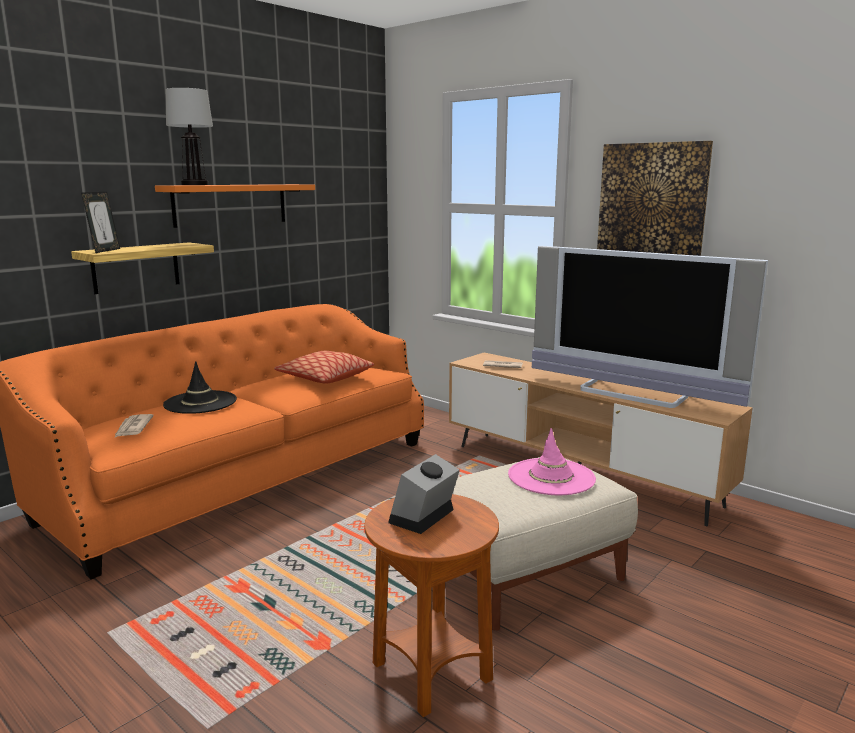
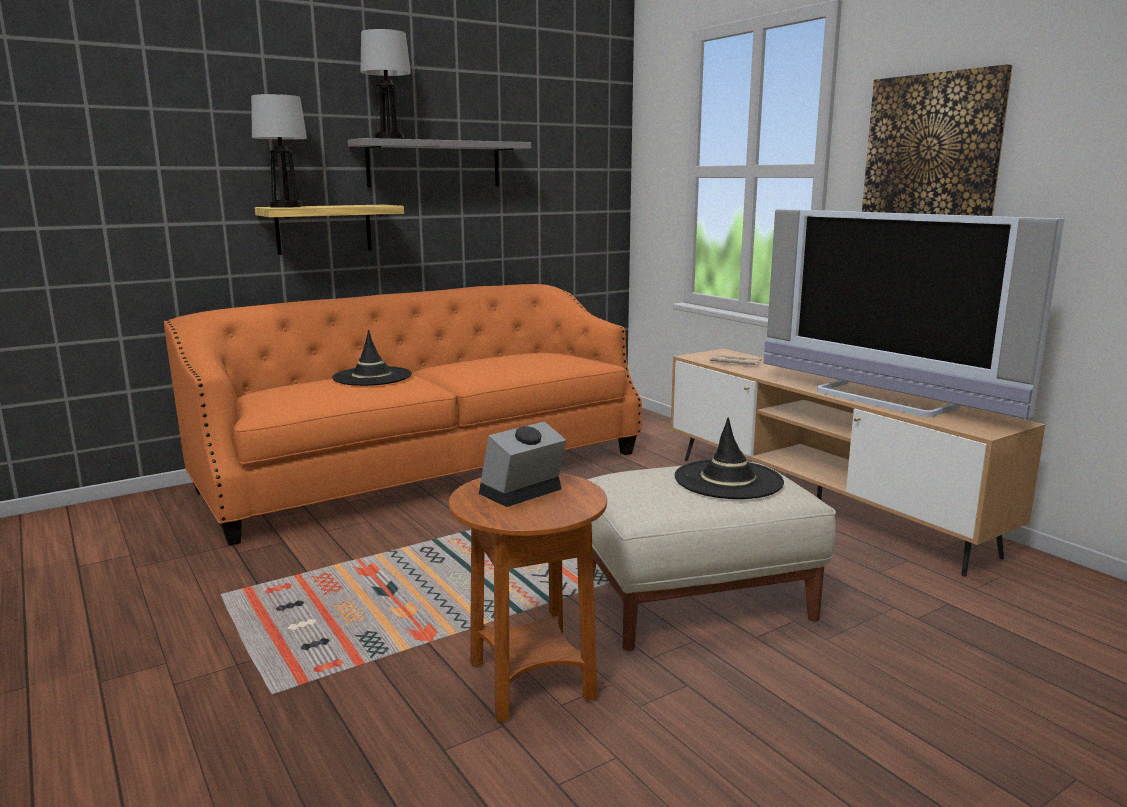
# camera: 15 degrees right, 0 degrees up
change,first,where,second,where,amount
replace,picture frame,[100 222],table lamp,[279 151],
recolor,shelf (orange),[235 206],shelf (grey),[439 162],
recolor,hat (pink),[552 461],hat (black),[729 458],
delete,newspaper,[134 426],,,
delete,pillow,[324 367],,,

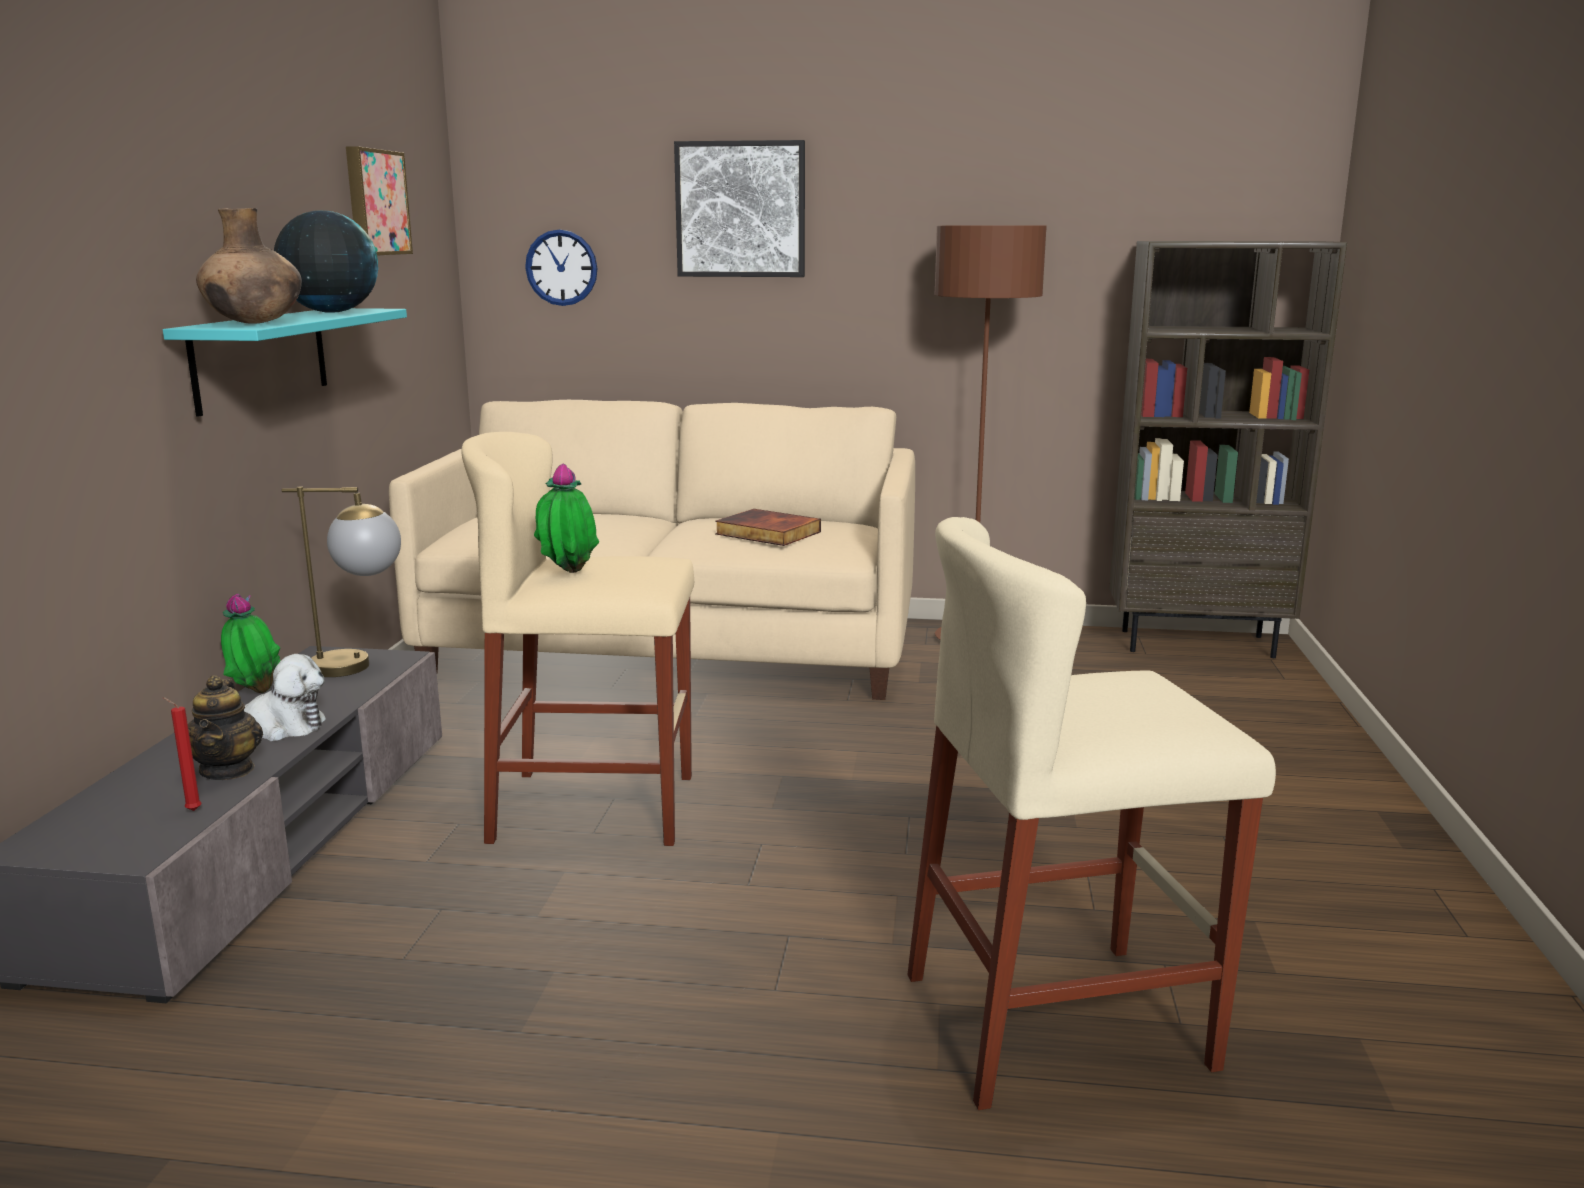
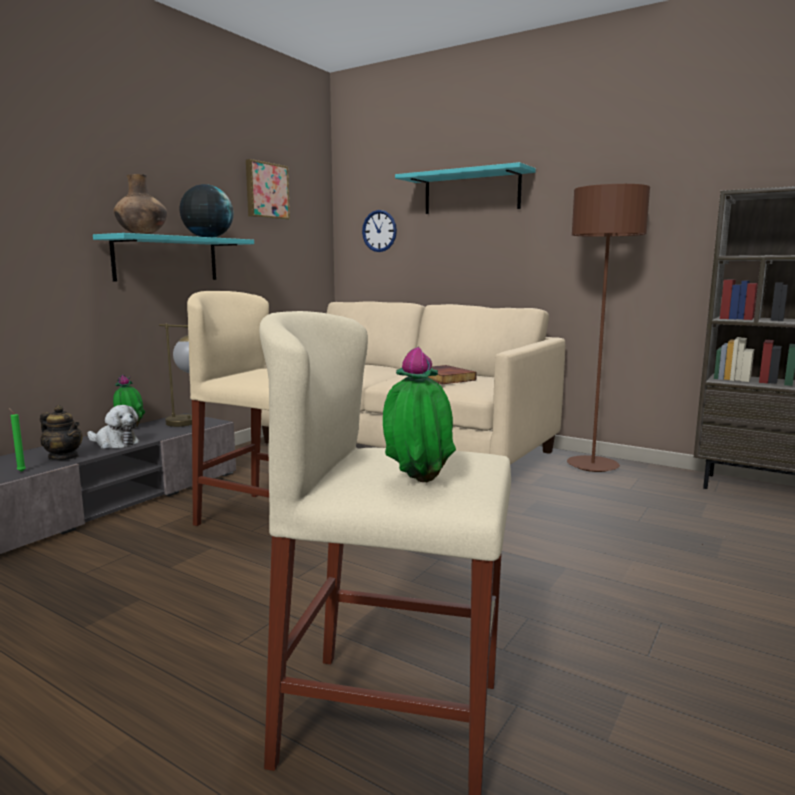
# camera: 25 degrees right, 5 degrees down
change,first,where,second,where,amount
recolor,candle (red),[181 754],candle (green),[17 440],
rotate,teapot,[225 727],,[61 432],75 degrees counterclockwise
move,potted plant,[566 518],,[419 414],
replace,picture,[739 208],shelf (turquoise),[465 188],

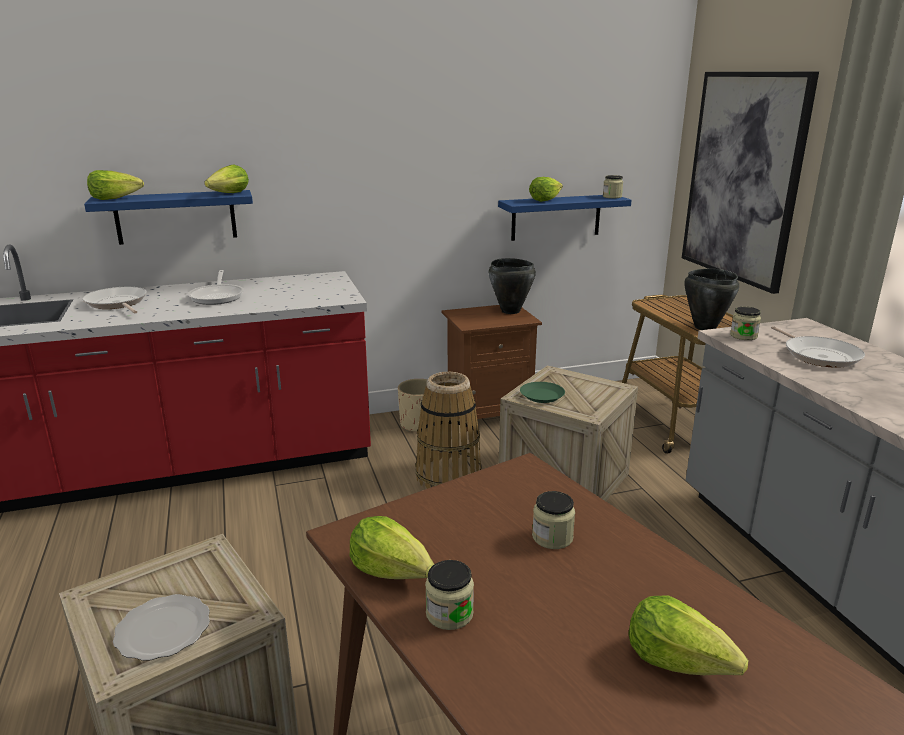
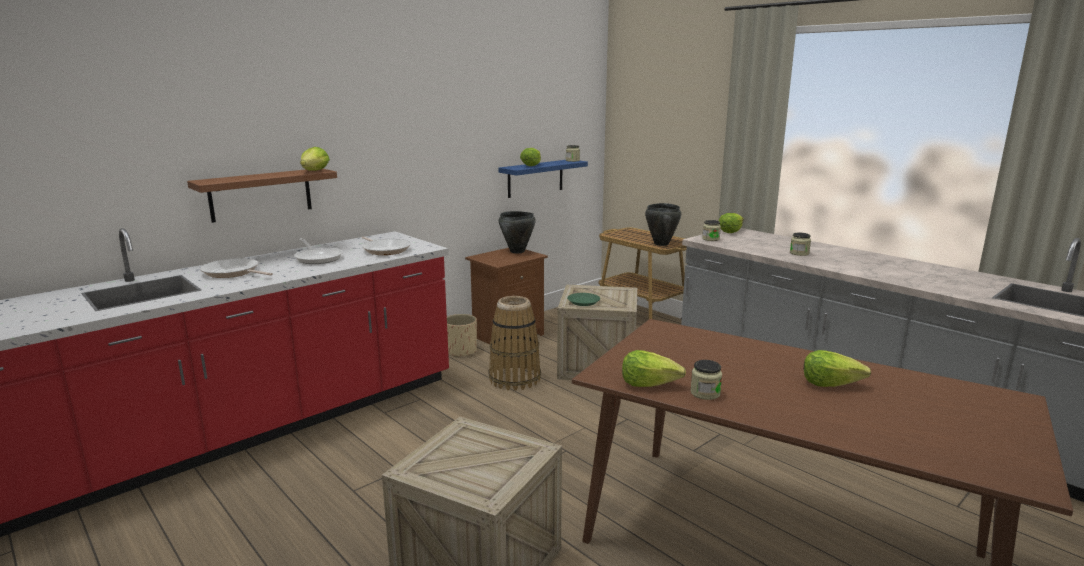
# camera: 25 degrees left, 5 degrees down
change,first,where,second,where,amount
recolor,shelf (blue),[168 217],shelf (brown),[262 196],
move,frying pan,[818 347],,[386 246],
move,lettuce,[115 185],,[731 223],
move,jar,[553 520],,[800 244],
delete,plate,[161 627],,,
delete,picture,[750 183],,,

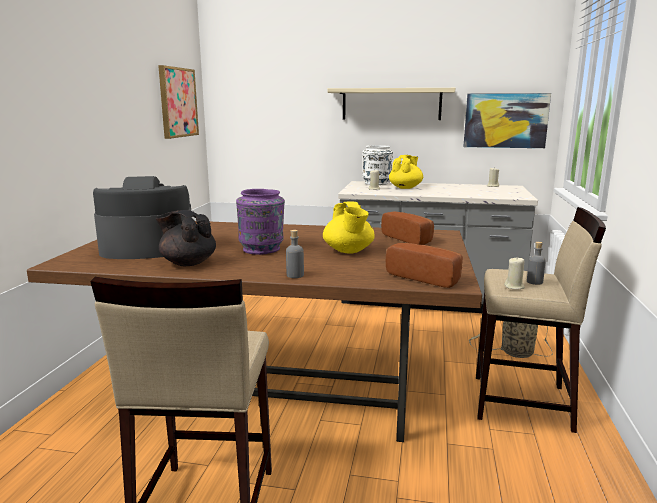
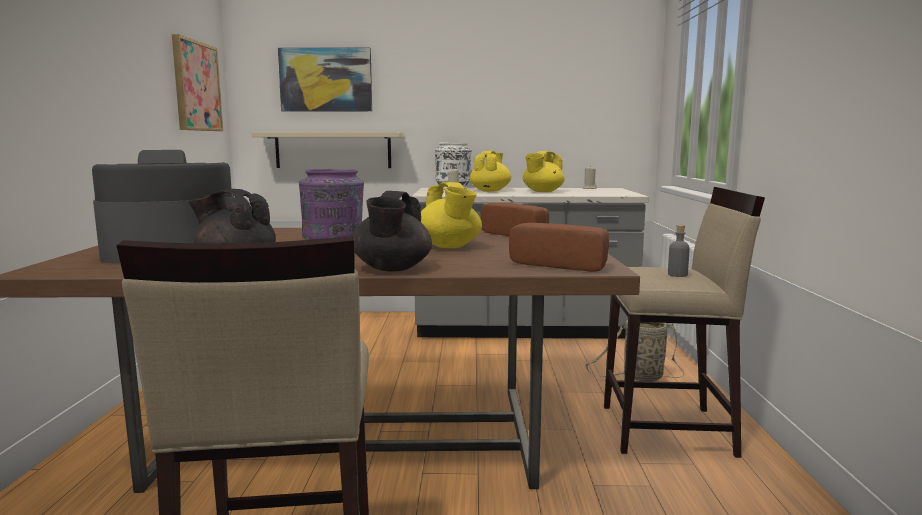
# camera: 10 degrees left, 5 degrees down
change,first,where,second,where,amount
move,shelf (beige),[391 104],,[327 150],
move,picture,[507 120],,[325 79],
replace,bottle (grey),[295 254],teapot (black),[392 231],
insert,,,teapot (yellow),[544 171],
delete,candle (beige),[514 273],,,

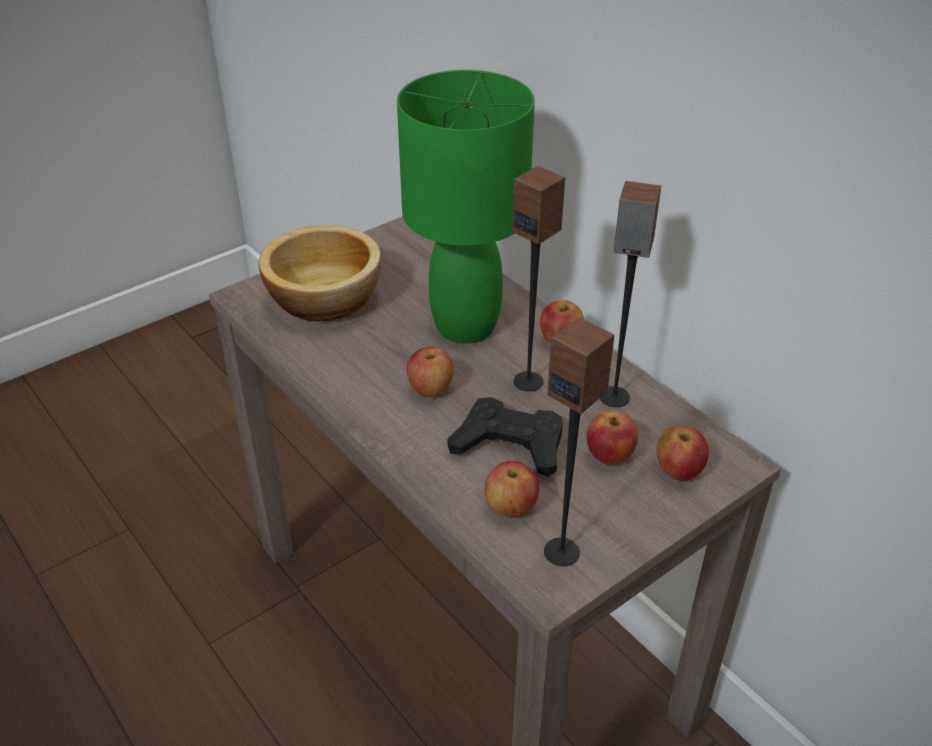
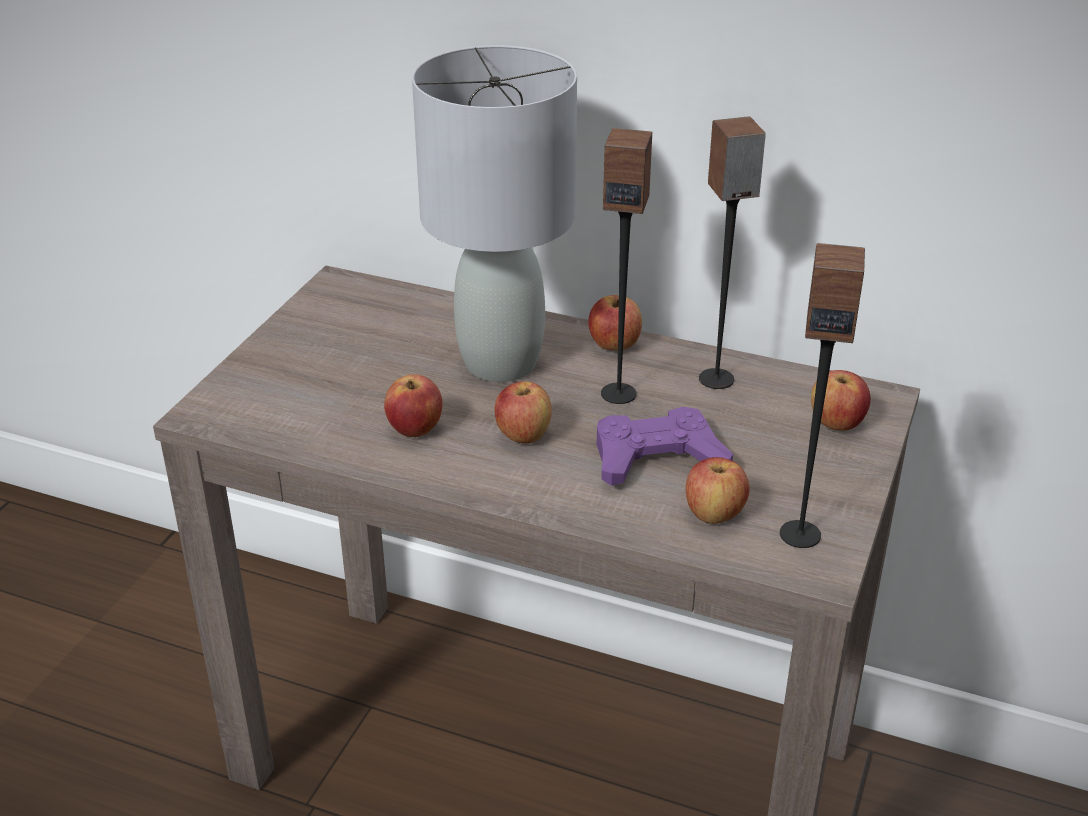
# camera: 30 degrees left, 5 degrees down
change,first,where,second,where,amount
move,apple,[612 437],,[413 405],
recolor,table lamp (green),[466 207],table lamp (grey),[494 213],
recolor,game controller (black),[505 437],game controller (purple),[665 446],
delete,bowl,[320 273],,,

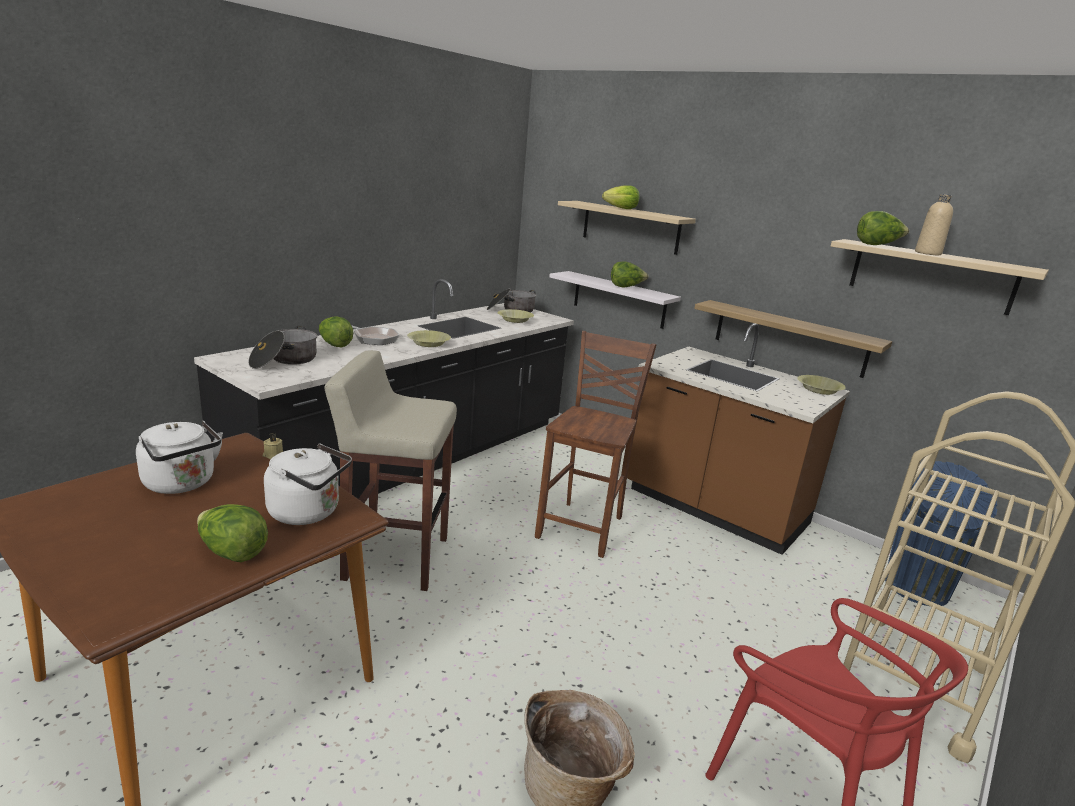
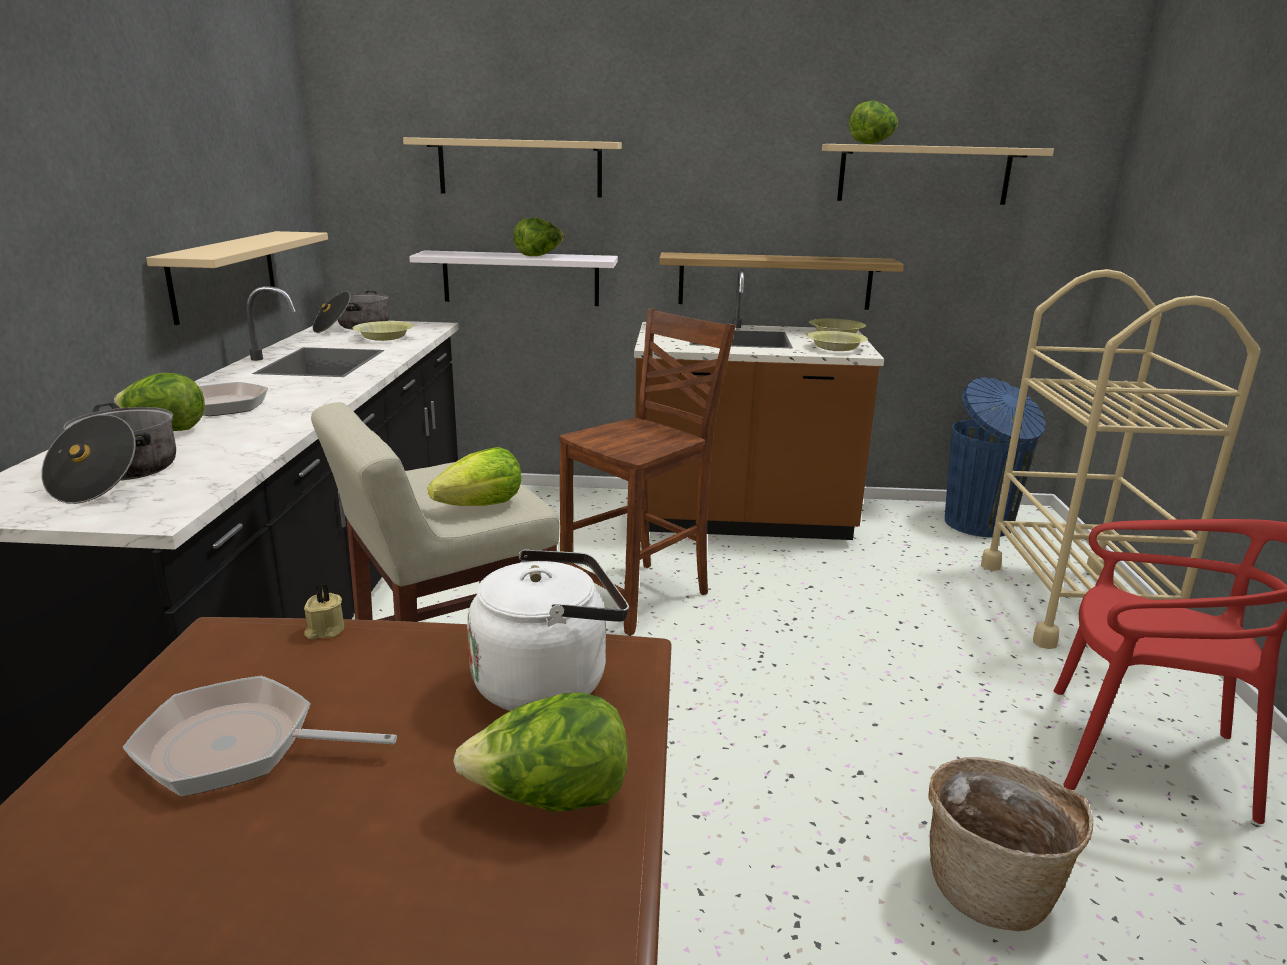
# camera: 35 degrees left, 0 degrees up
change,first,where,second,where,amount
replace,kettle (white),[179 457],frying pan,[260 736],
insert,,,shelf (beige),[237 278],
move,lettuce,[621 197],,[475 476],
rotate,chair (brown),[595 444],,[647 472],60 degrees clockwise
move,bowl (yellow),[429 338],,[837 341],
delete,bottle (beige),[934 224],,,

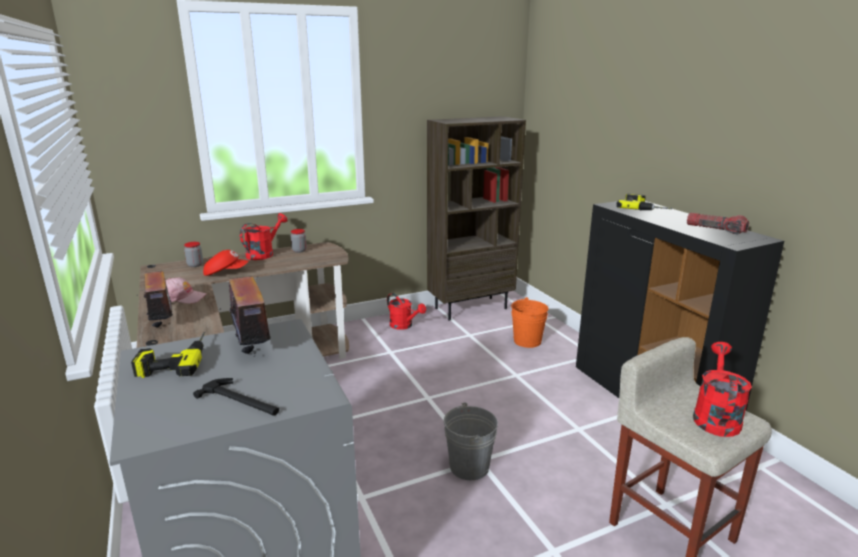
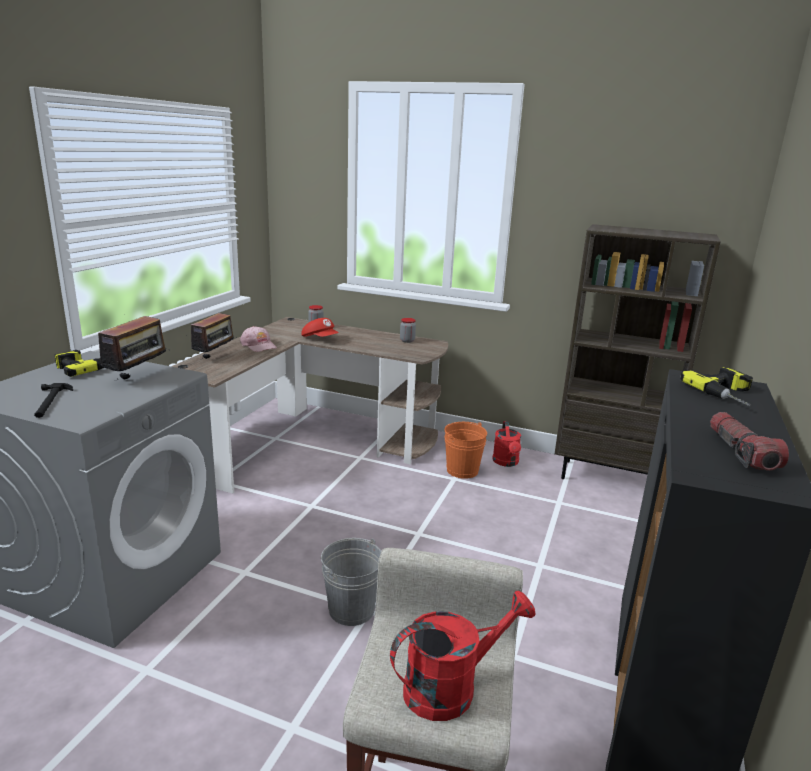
# camera: 45 degrees right, 0 degrees up
change,first,where,second,where,amount
move,bucket (orange),[529 322],,[465 450],
delete,watering can (red),[263 236],,,

